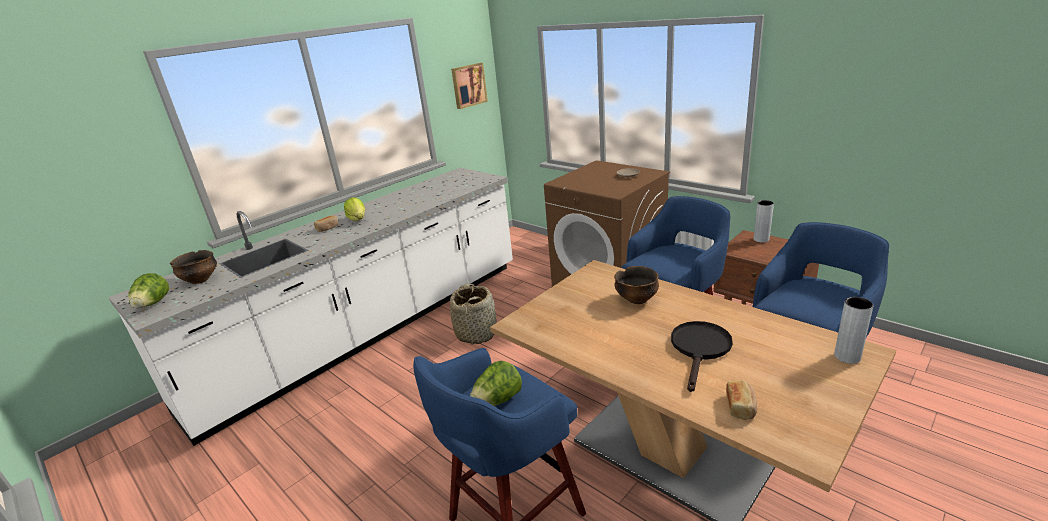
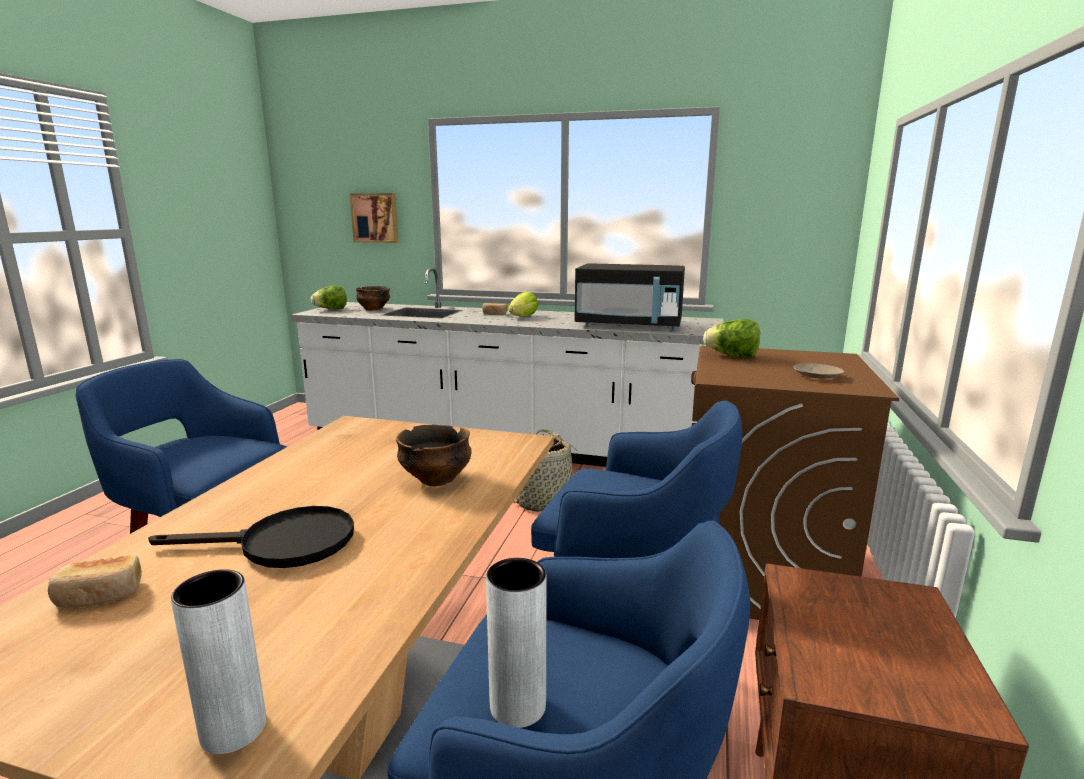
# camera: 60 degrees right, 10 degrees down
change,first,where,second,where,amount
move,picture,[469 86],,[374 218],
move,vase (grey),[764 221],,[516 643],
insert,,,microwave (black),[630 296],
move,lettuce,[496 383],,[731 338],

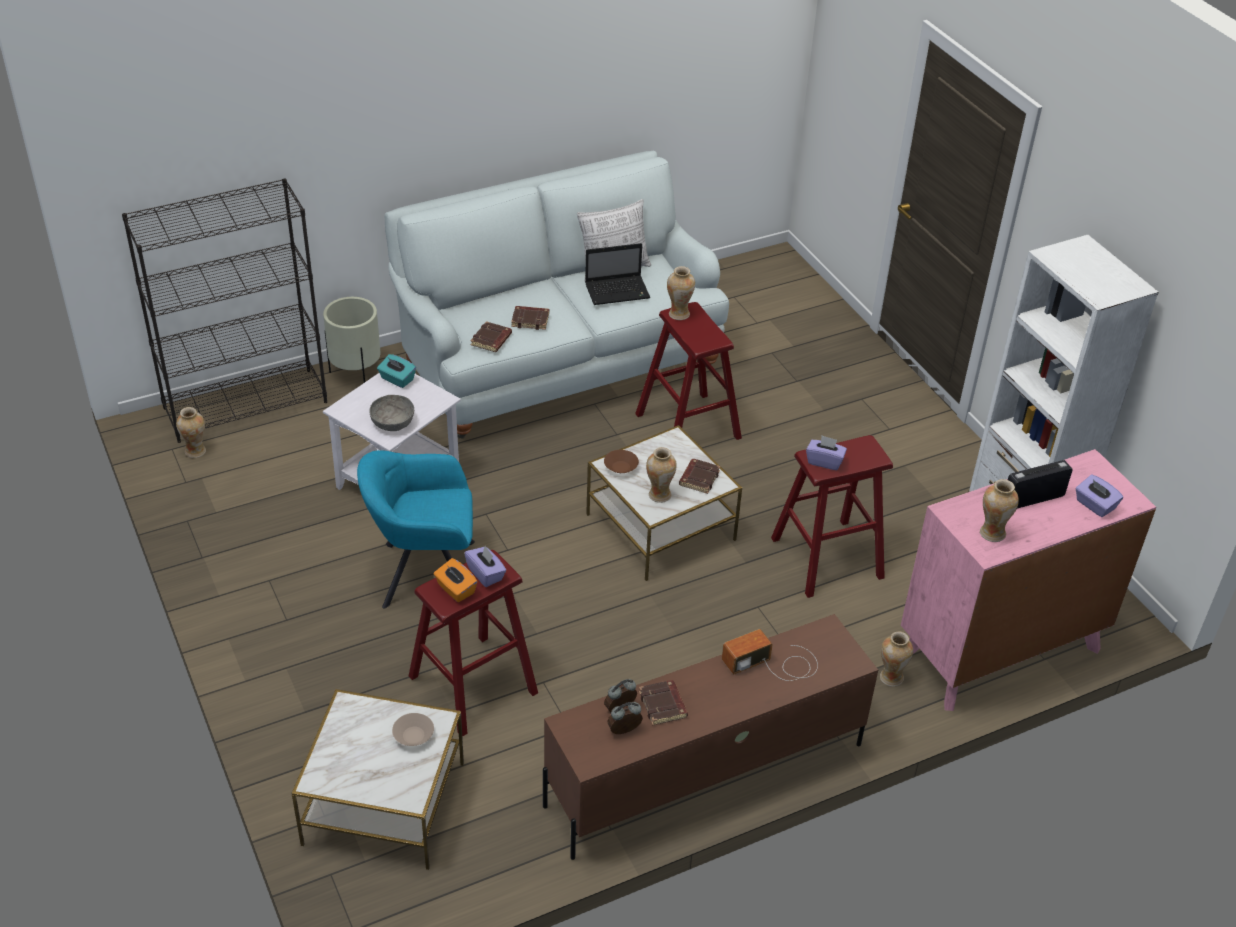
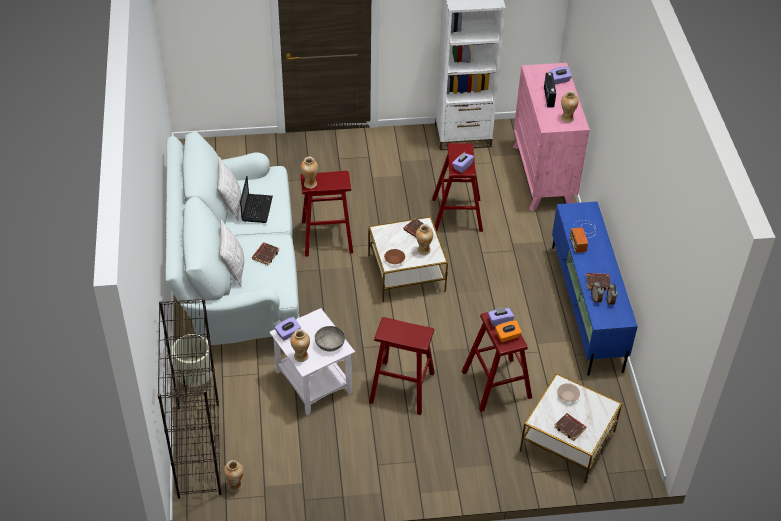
# camera: 70 degrees left, 5 degrees up
change,first,where,second,where,amount
insert,,,pillow,[231 253],
recolor,tissue box (turquoise),[396 371],tissue box (purple),[288 329],
move,vase,[896 659],,[300 345],
replace,armchair (turquoise),[416 529],stool (red),[402 366],
recolor,tv stand (brown),[710 737],tv stand (blue),[595 289],
move,book (brown),[491 336],,[570 427],

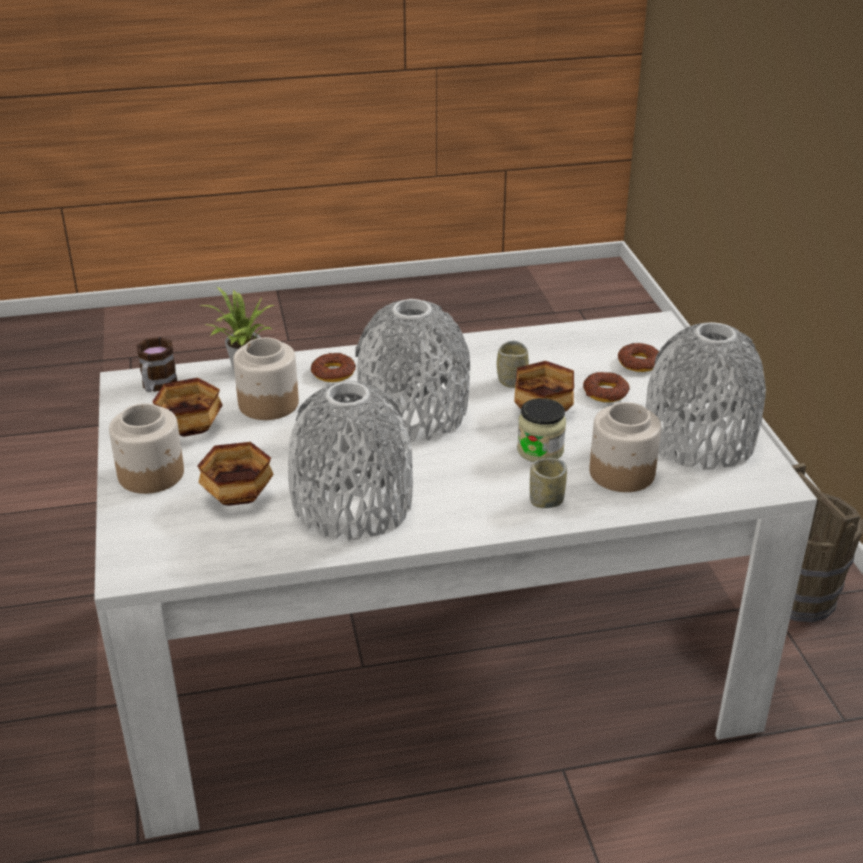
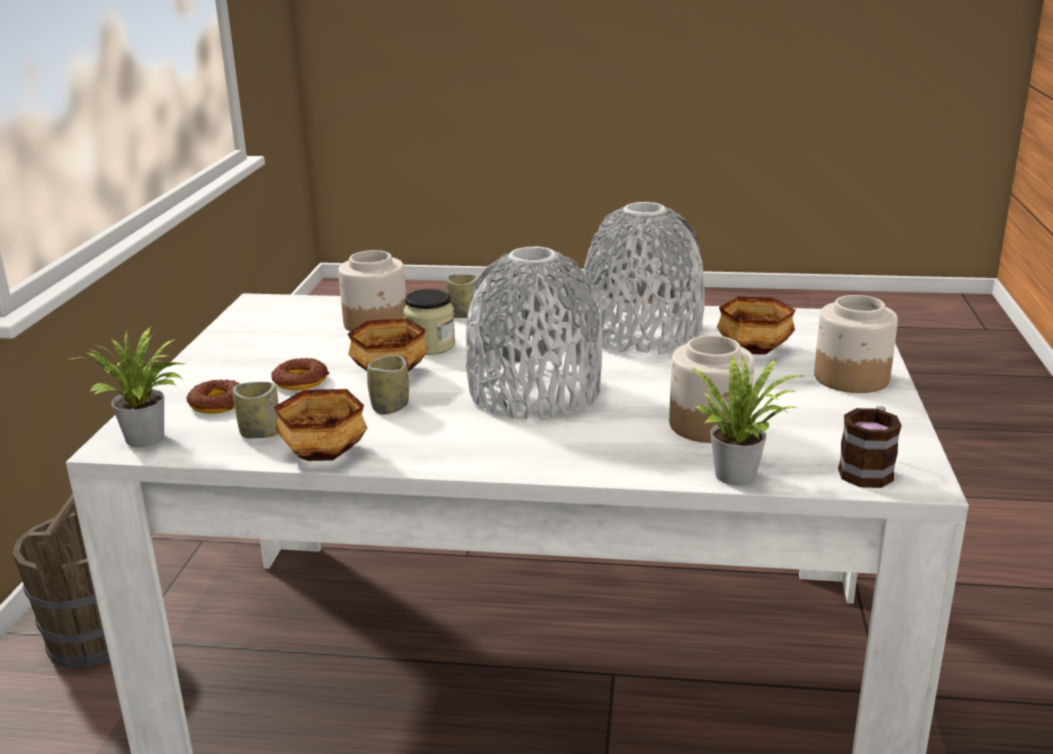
# camera: 160 degrees left, 10 degrees down
change,first,where,second,where,amount
insert,,,potted plant,[126 387],
insert,,,cup,[256 410],
move,bowl,[187 407],,[320 425],
delete,donut,[333 367],,,
delete,vase (grey),[705 396],,,

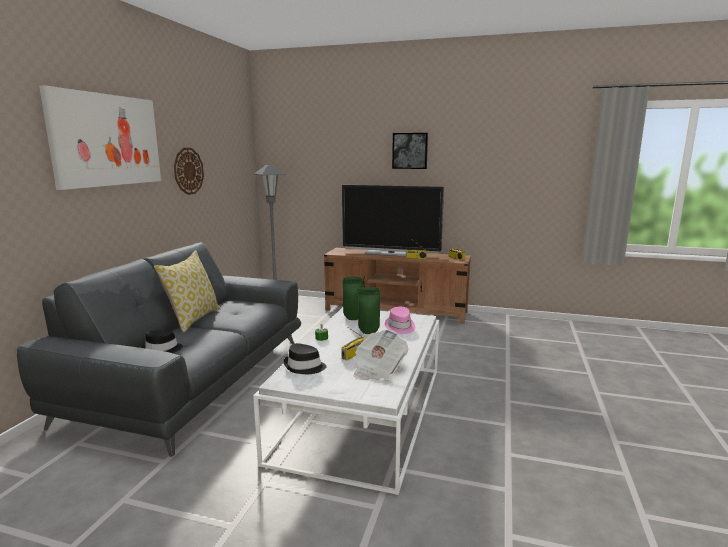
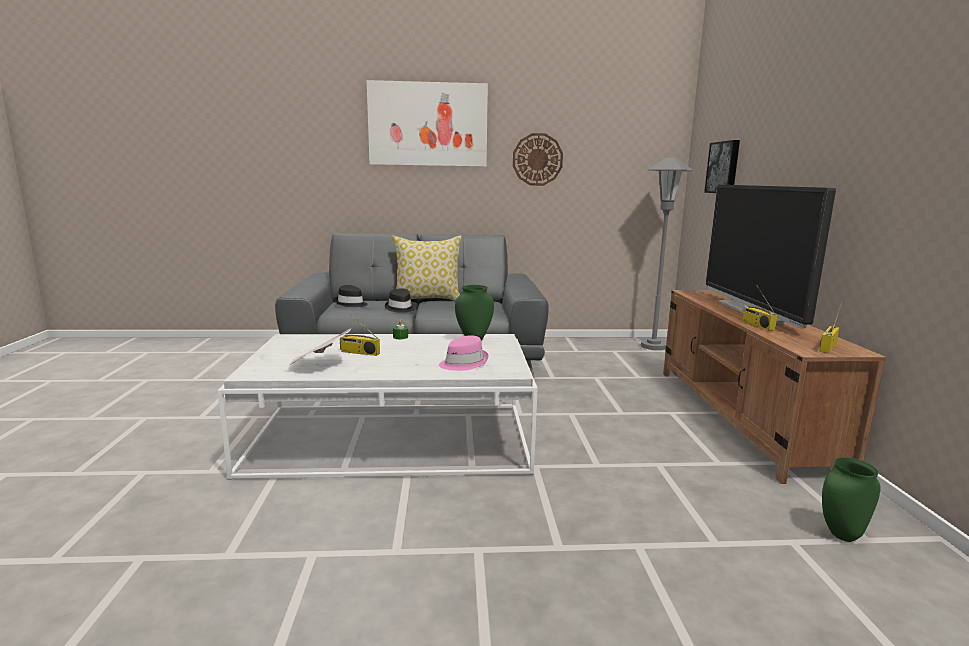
# camera: 70 degrees right, 0 degrees up
change,first,where,second,where,amount
move,hat (black),[305 358],,[400 301],
move,picture,[410 151],,[722 166],
move,vase (green),[369 310],,[851 499],

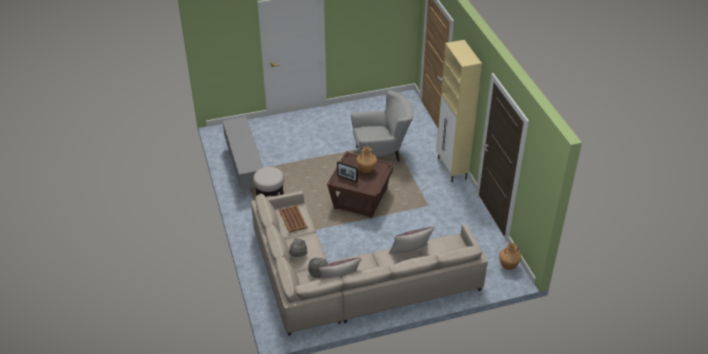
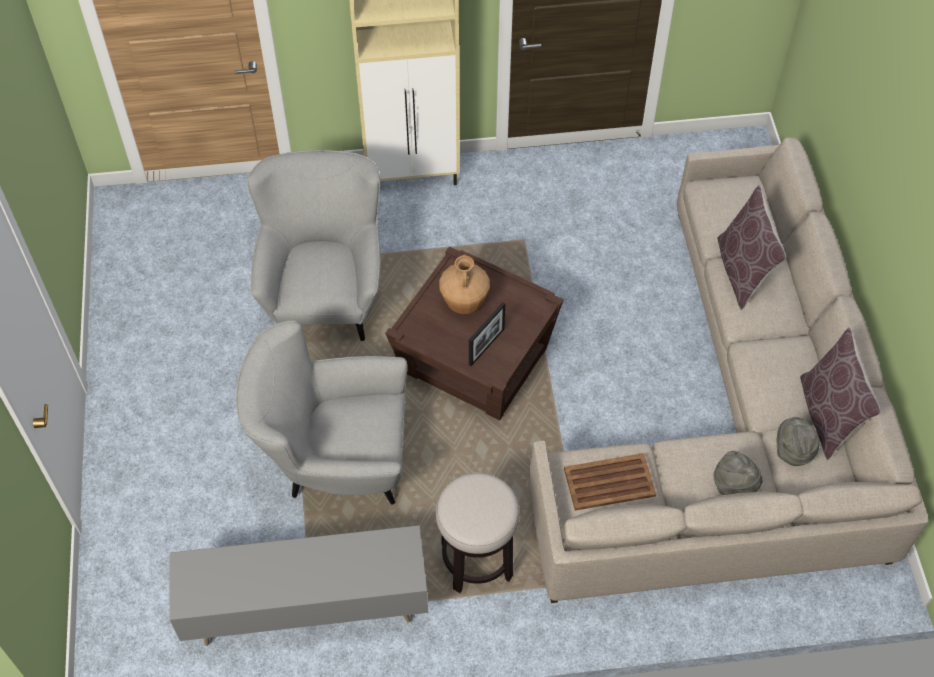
# camera: 80 degrees left, 15 degrees up
change,first,where,second,where,amount
insert,,,armchair (grey),[321 412],
delete,vase (brown),[510 256],,,

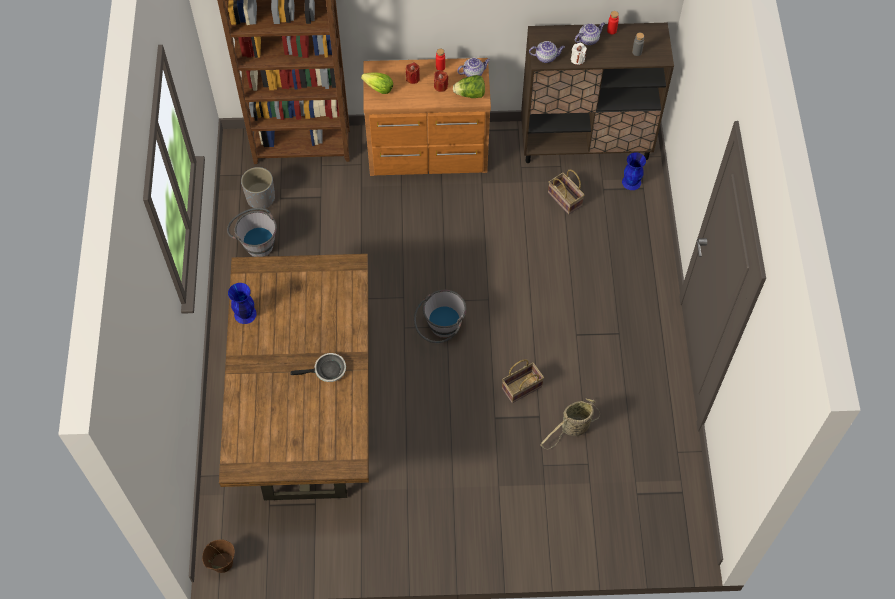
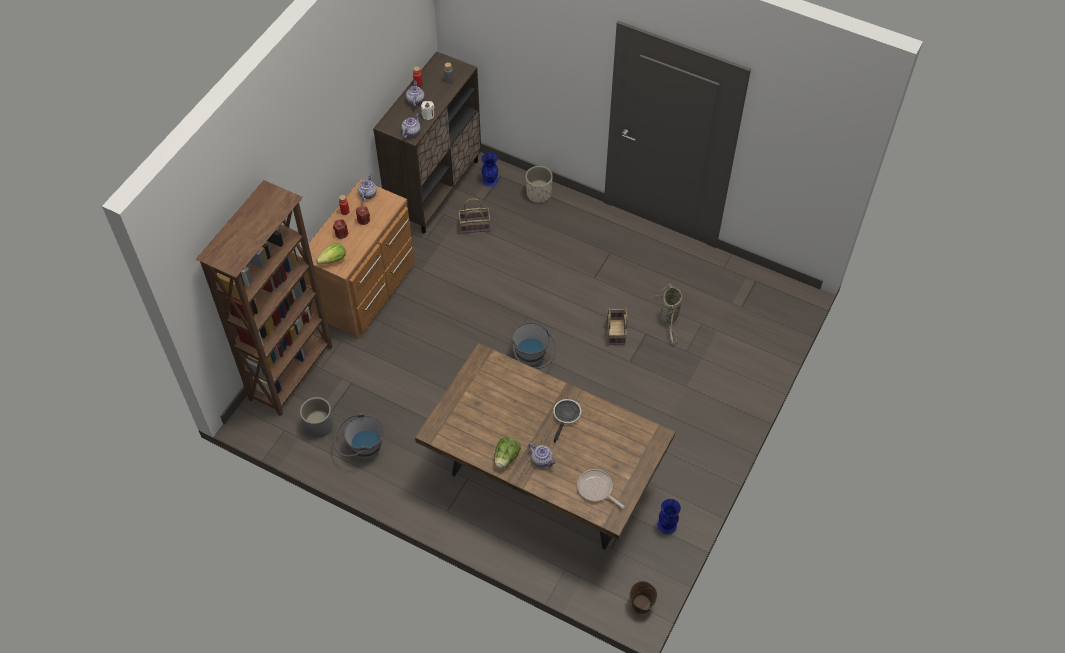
# camera: 60 degrees left, 5 degrees down
change,first,where,second,where,amount
move,lettuce,[469 86],,[508 453],
insert,,,planter (beige),[539 184],
insert,,,teapot,[542 455],
insert,,,frying pan,[600 488],
move,vase (blue),[242 303],,[669 516],

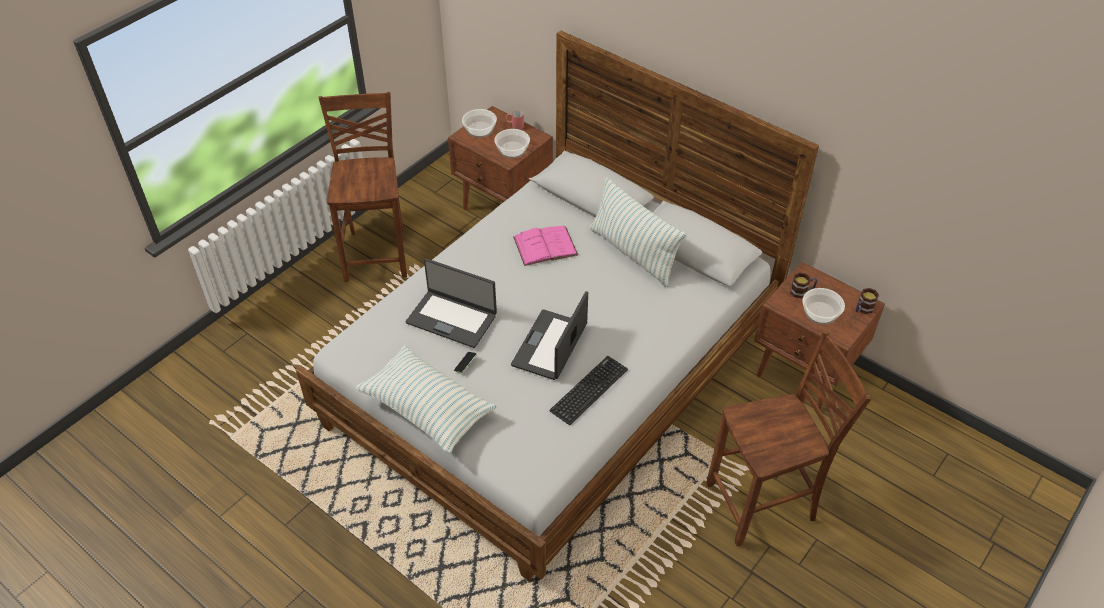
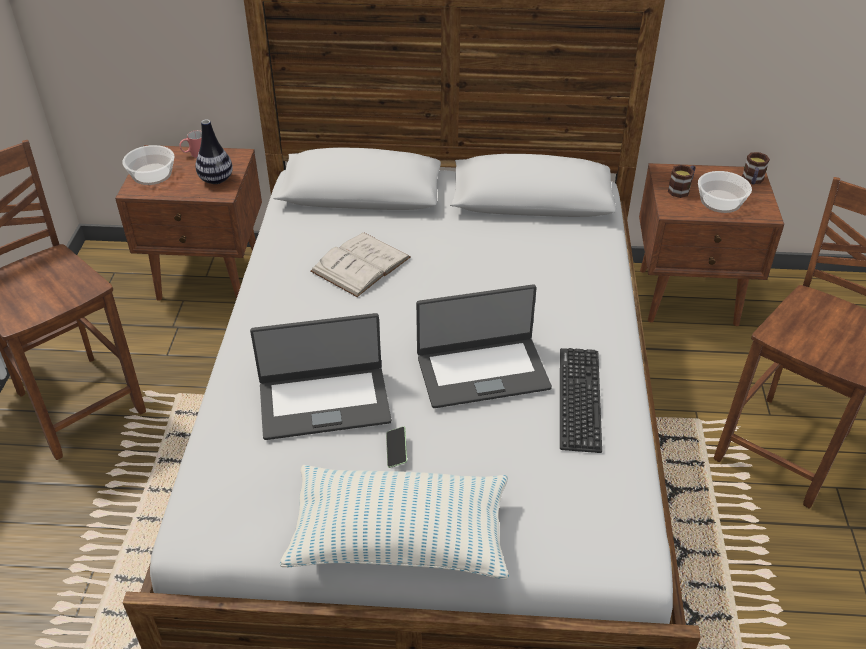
# camera: 35 degrees left, 5 degrees down
change,first,where,second,where,amount
replace,bowl,[512 143],vase,[214 151],
recolor,book (pink),[545 246],book (white),[360 265],
rotate,laptop,[549 335],,[484 346],90 degrees counterclockwise
delete,pillow,[638 232],,,

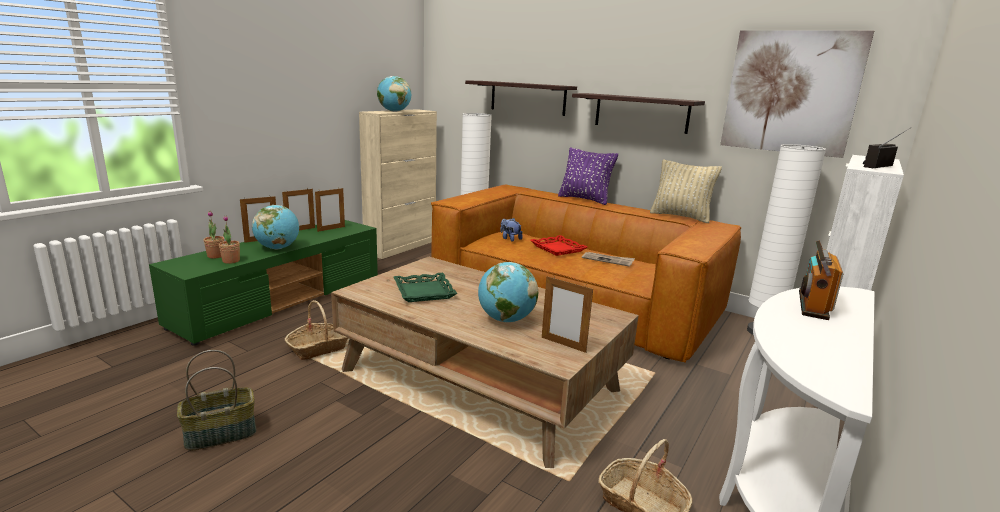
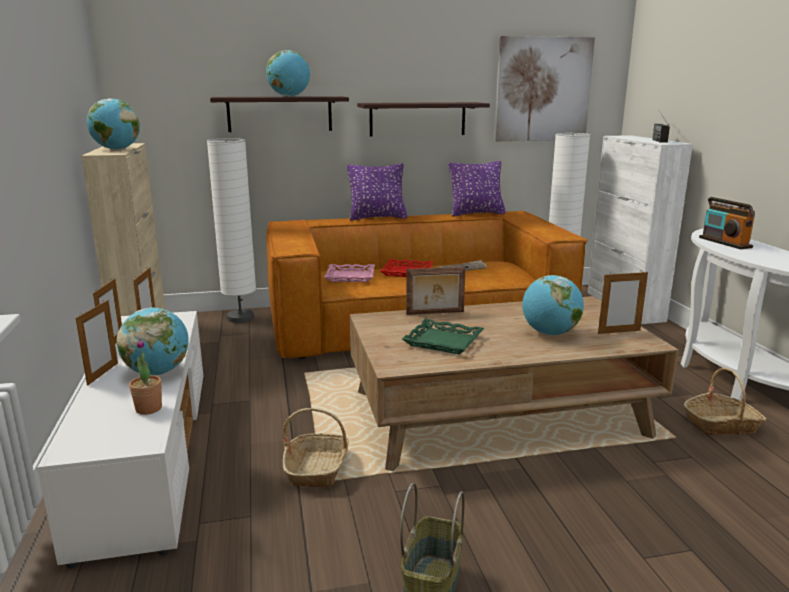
# camera: 45 degrees left, 0 degrees up
change,first,where,second,where,amount
recolor,tv stand (green),[263 283],tv stand (white),[120 440],
insert,,,globe,[288 73],
replace,plush toy,[511 230],tray (pink),[349 273],
insert,,,picture frame,[436 291],
recolor,pillow (beige),[686 191],pillow (purple),[477 189],
delete,potted plant,[213 234],,,

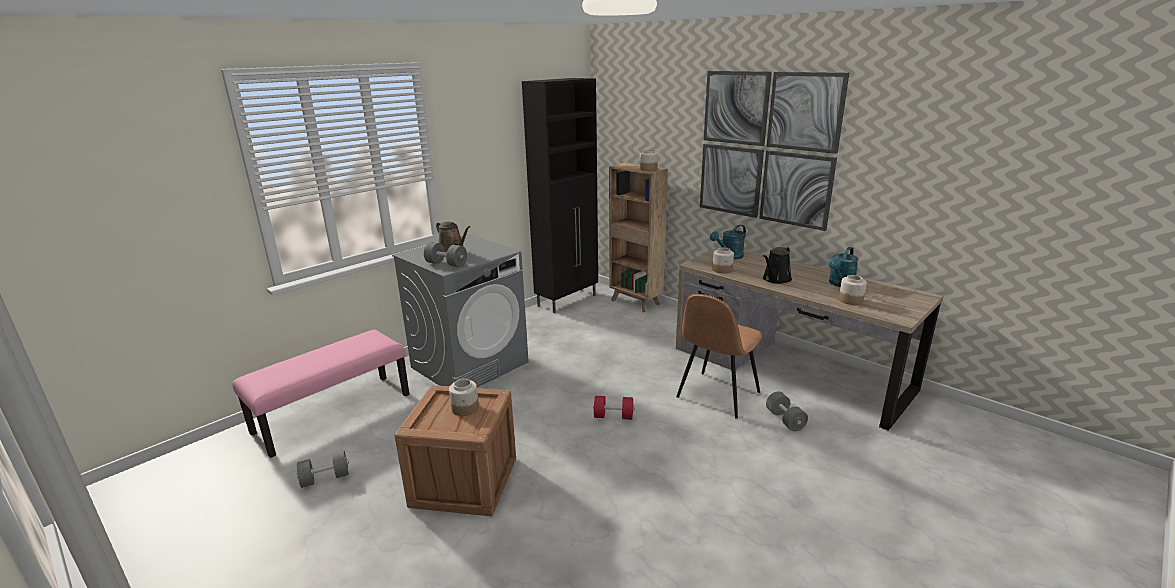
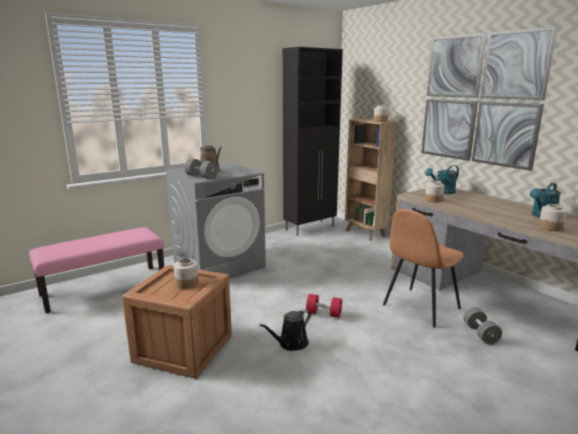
# camera: 10 degrees right, 5 degrees down
change,first,where,second,where,amount
move,watering can (black),[777 265],,[285 330],
delete,dumbbell (grey),[323 469],,,

